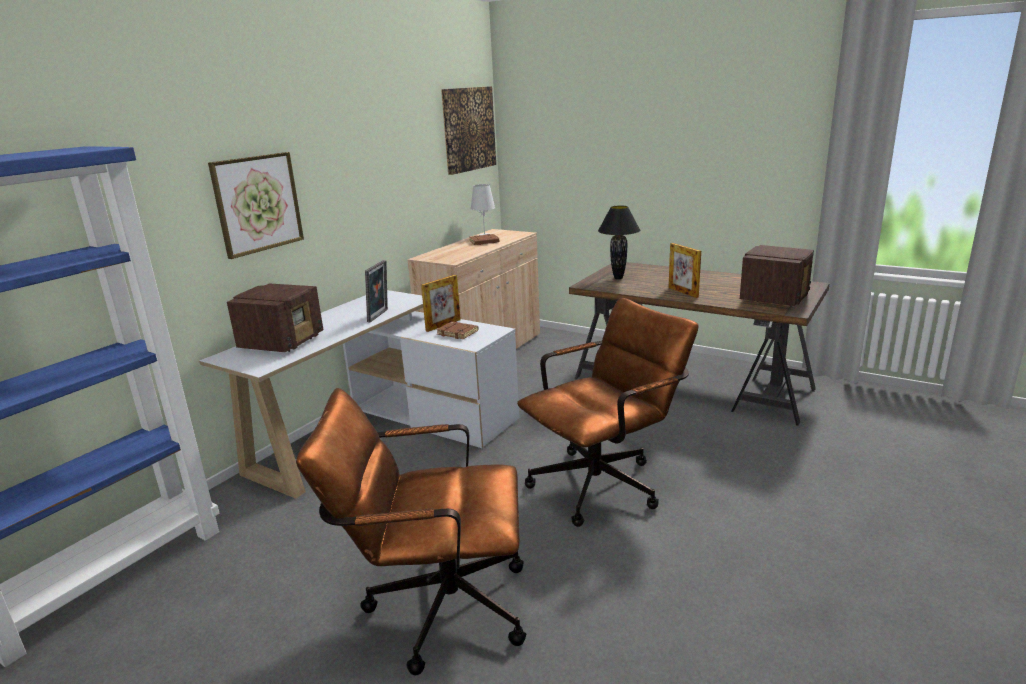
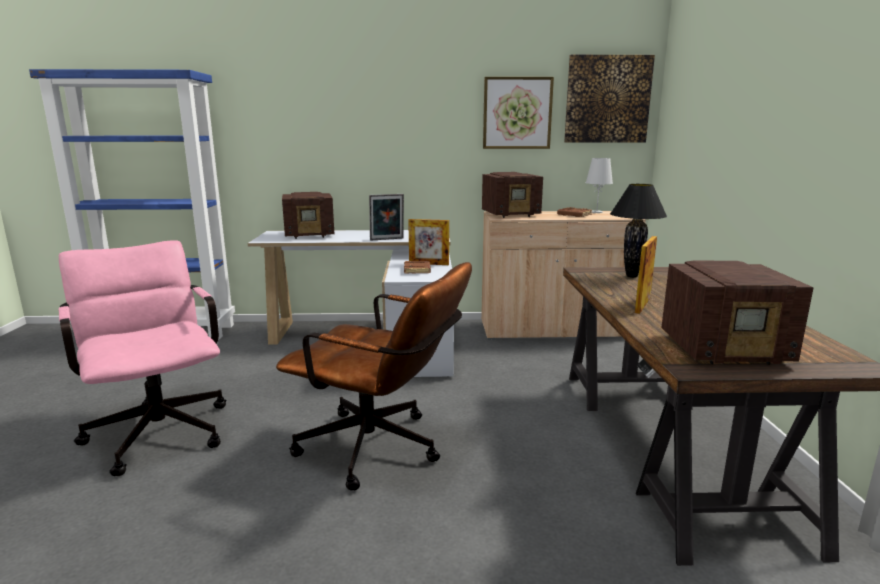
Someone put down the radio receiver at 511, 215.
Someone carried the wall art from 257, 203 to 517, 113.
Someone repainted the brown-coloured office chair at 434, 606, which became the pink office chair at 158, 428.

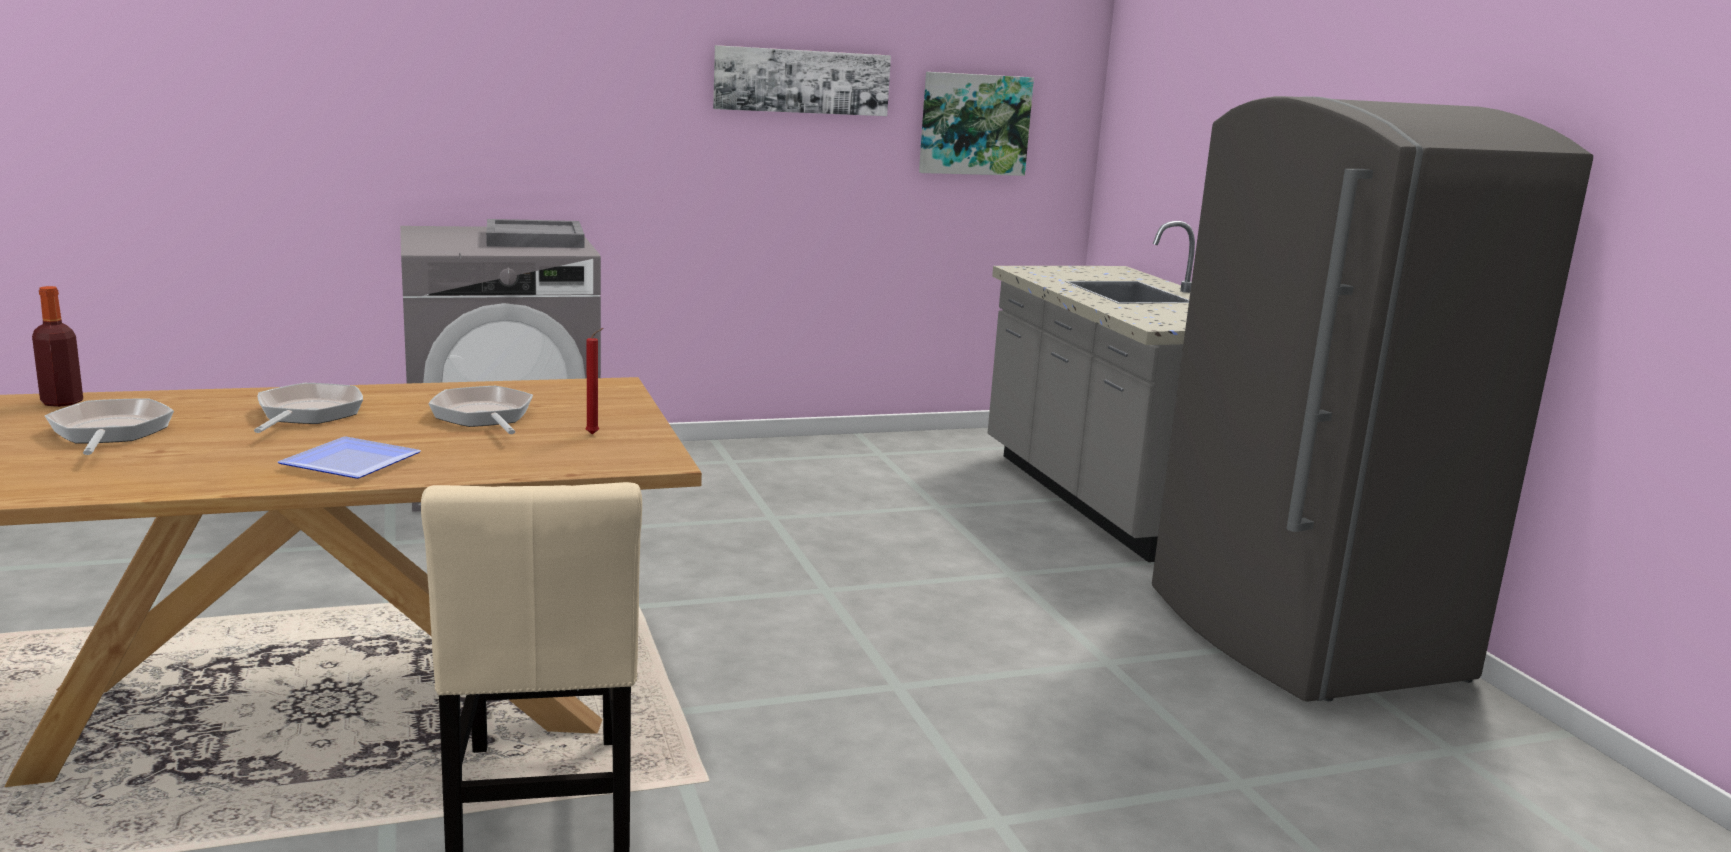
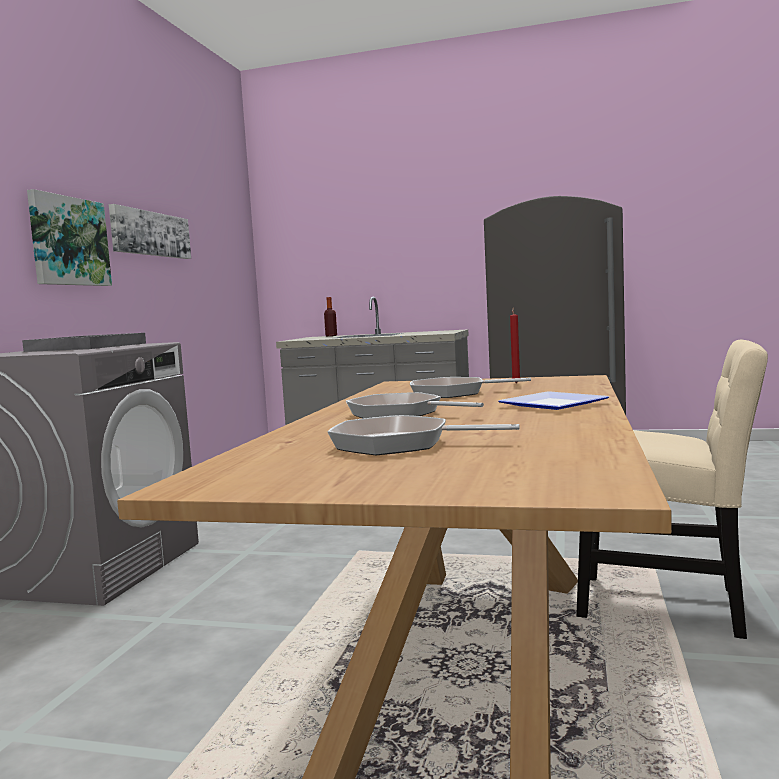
Someone carried the drink bottle from 62, 402 to 331, 336.
Someone carried the wall art from 974, 124 to 68, 241.

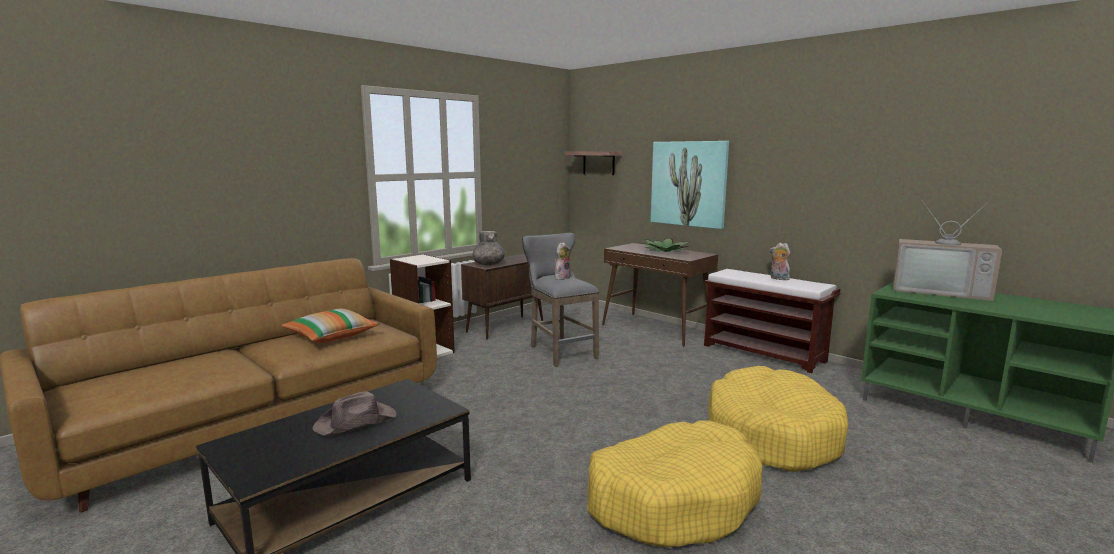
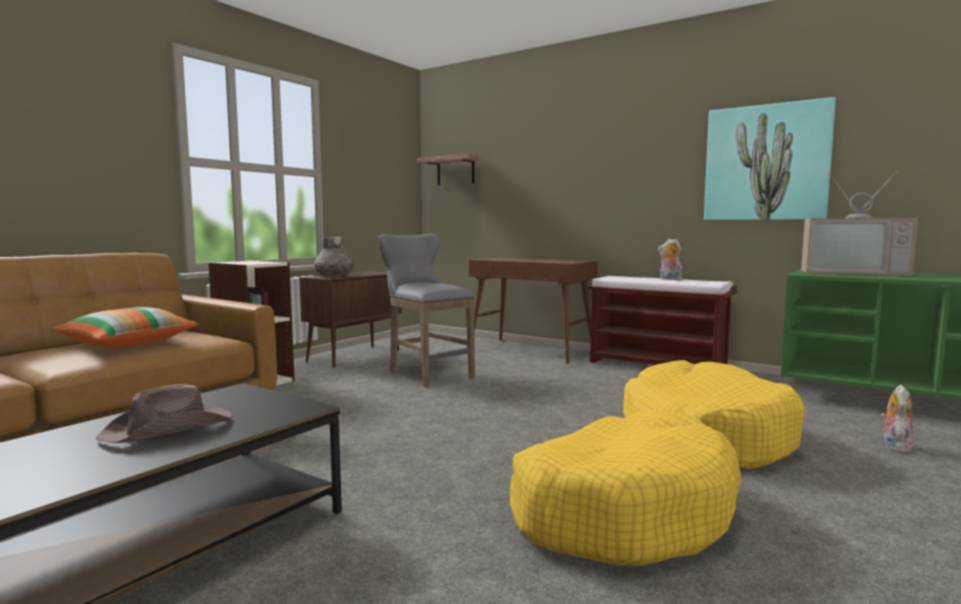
Someone took away the potted plant at 665, 251.
Someone carried the cuddly toy from 561, 278 to 894, 446.
Someone carried the wall art from 689, 183 to 766, 163.

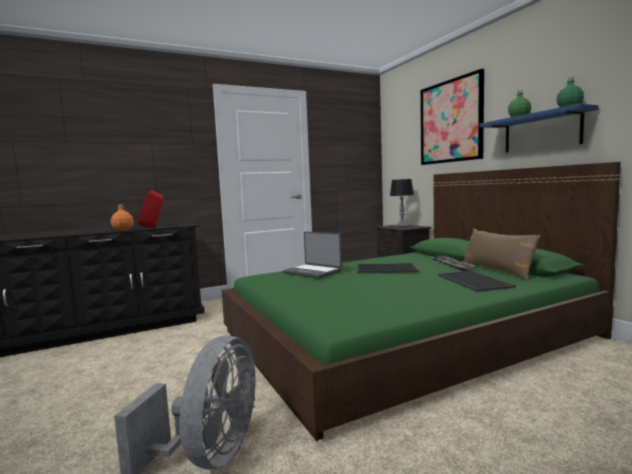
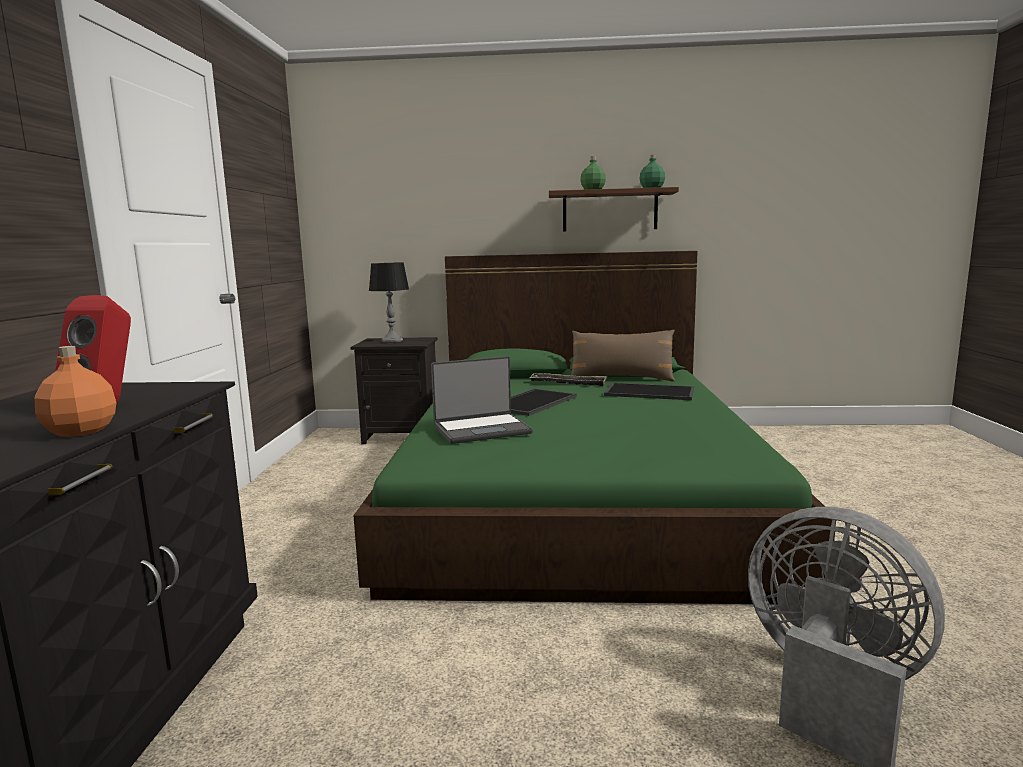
Someone took away the wall art at 450, 121.
Someone repainted the blue bracket shelf at 541, 132, which became the brown-coloured bracket shelf at 610, 211.

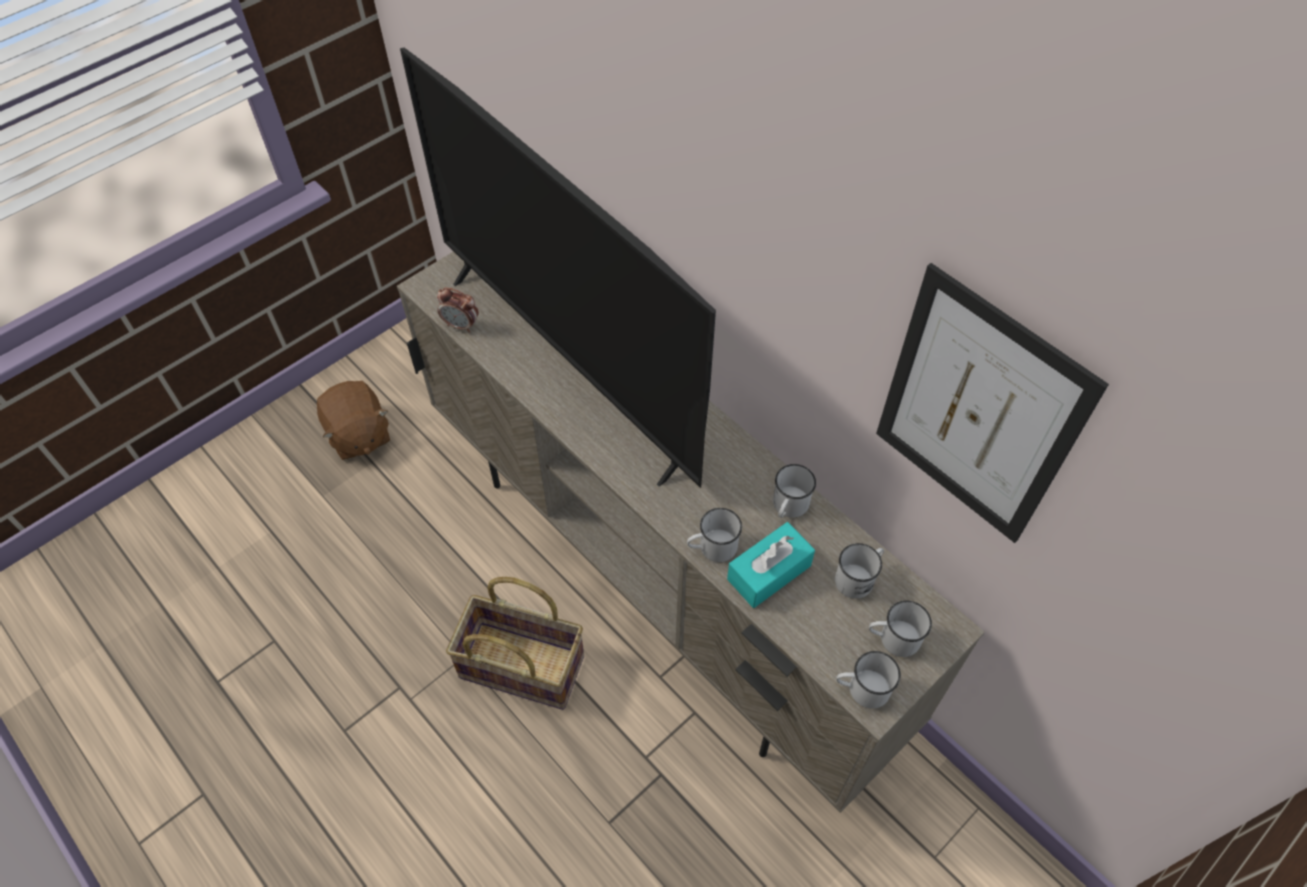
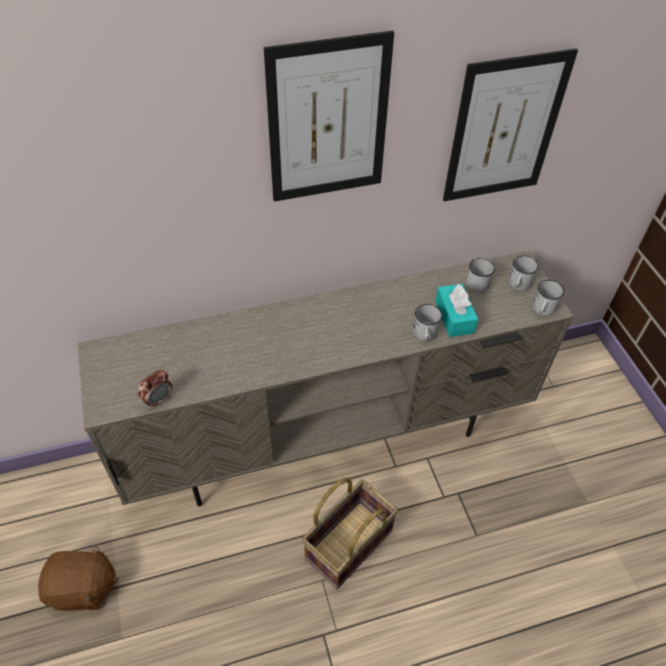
Someone took away the TV at 568, 366.
Someone took away the white tea mug at 788, 507.
Someone put up the wall art at 328, 121.

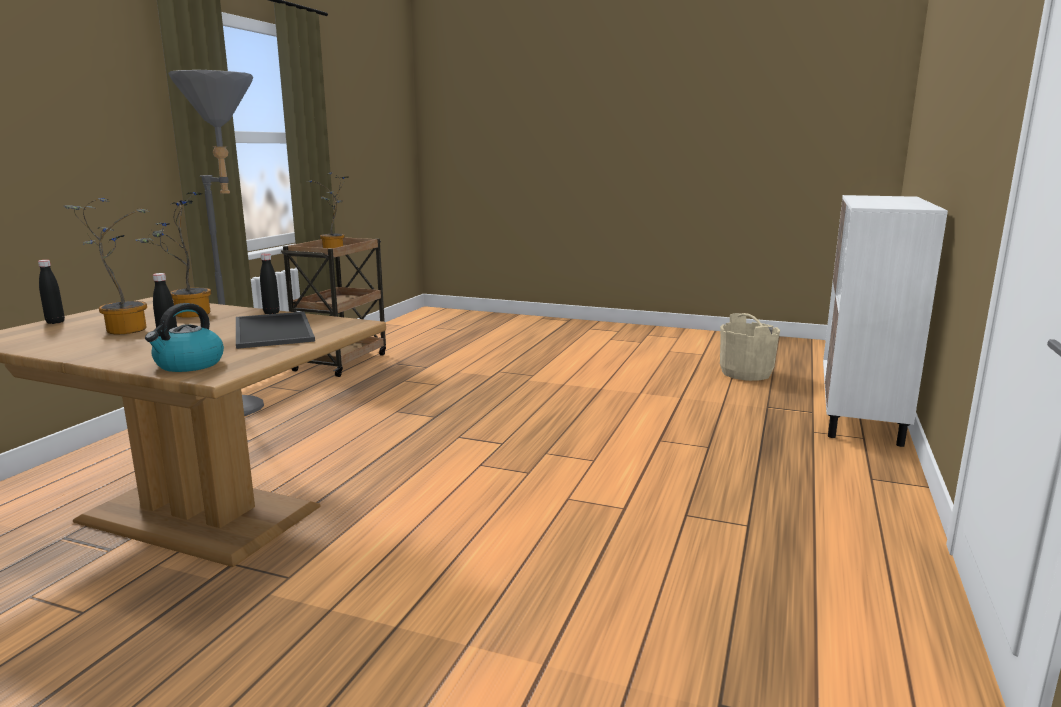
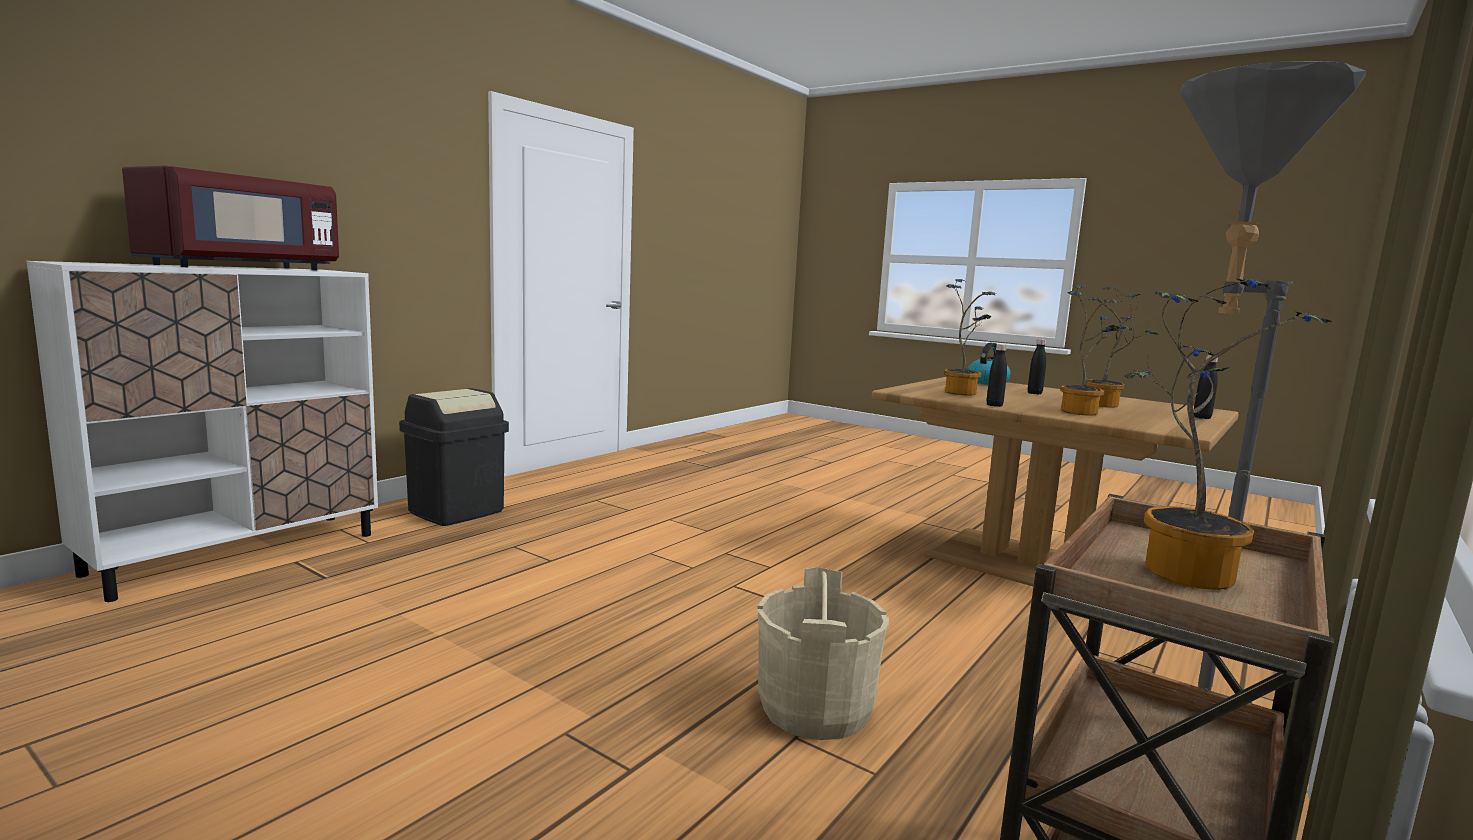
Someone put down the reddish microwave oven at 241, 268.
Someone put down the black trash can at 456, 511.
Someone carried the beige-coloured water bucket from 746, 373 to 814, 708.
Someone swapped the tray at 275, 330 for the potted plant at 962, 392.

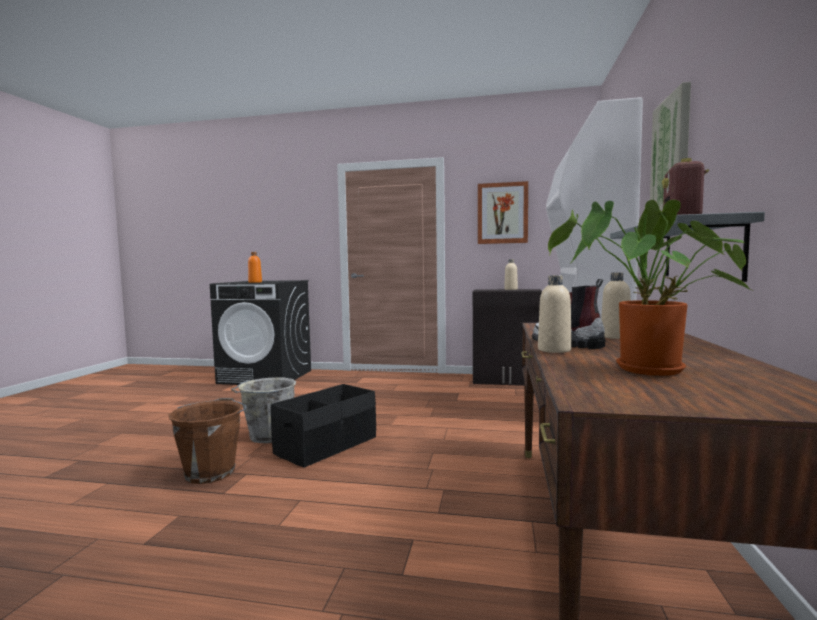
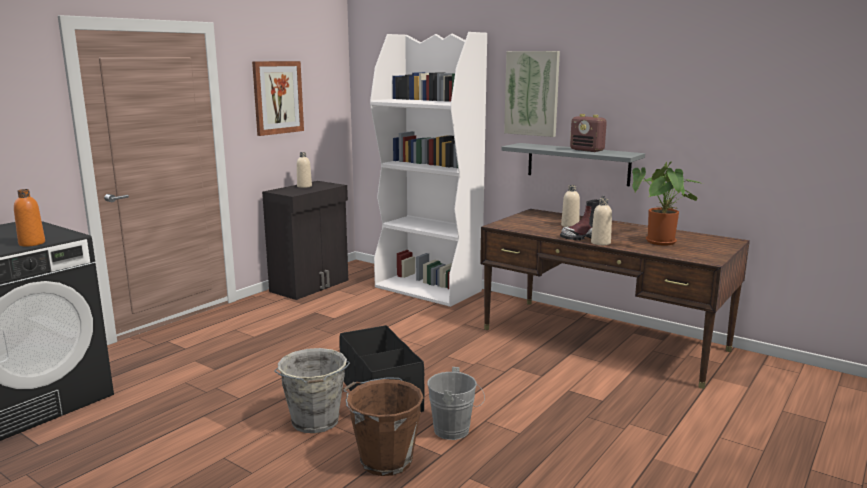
Someone put down the greyish water bucket at 455, 430.

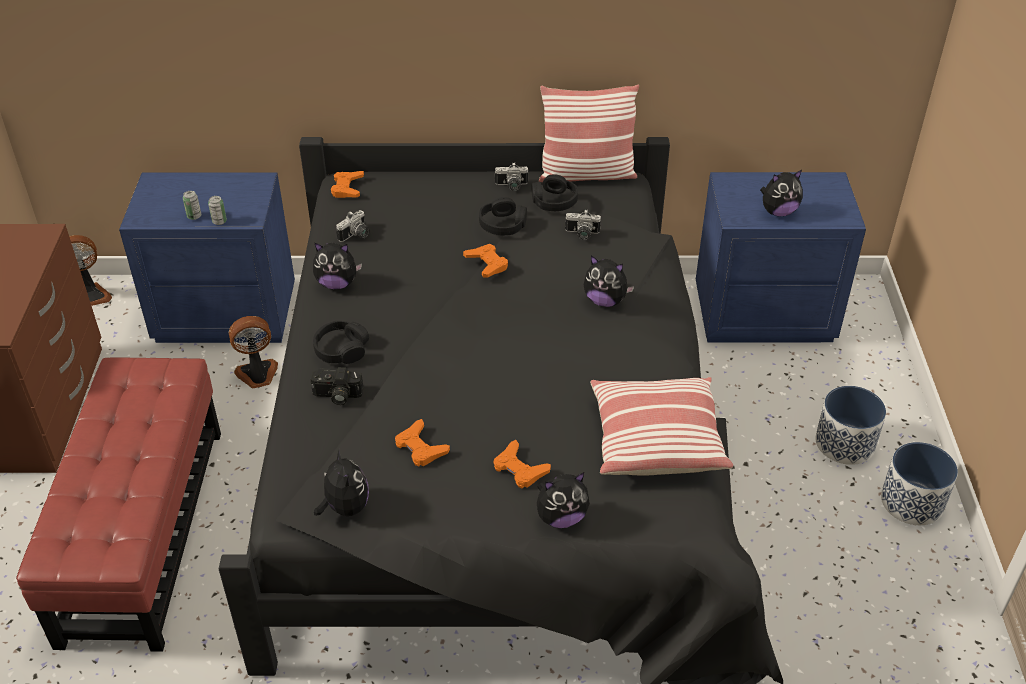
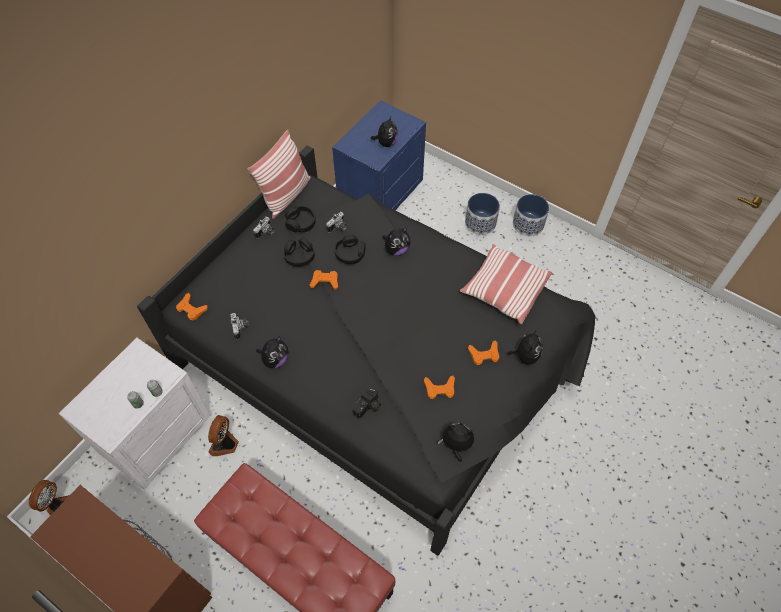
Someone carried the black pair of headphones from 341, 349 to 350, 253.
Someone repainted the blue nightstand at 226, 314, which became the white nightstand at 155, 435.

